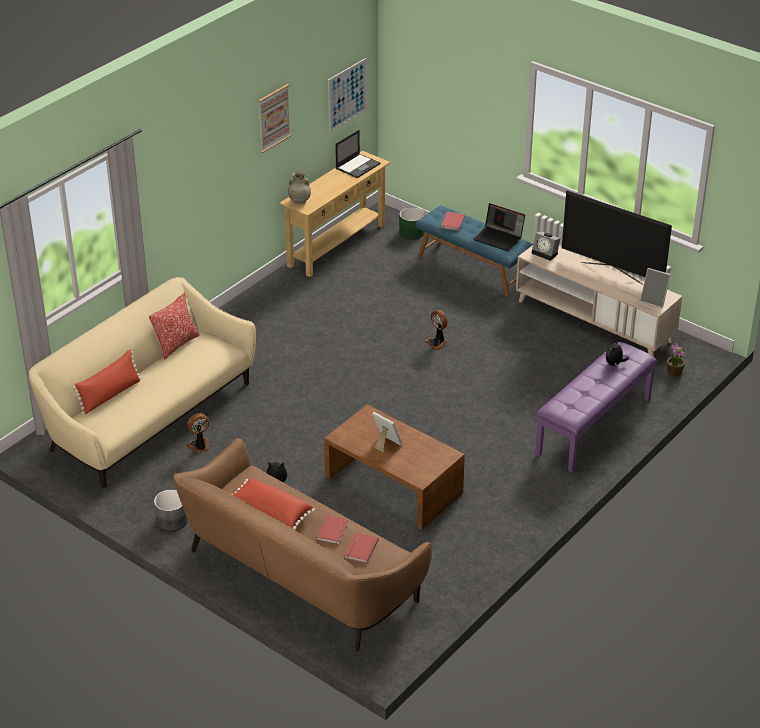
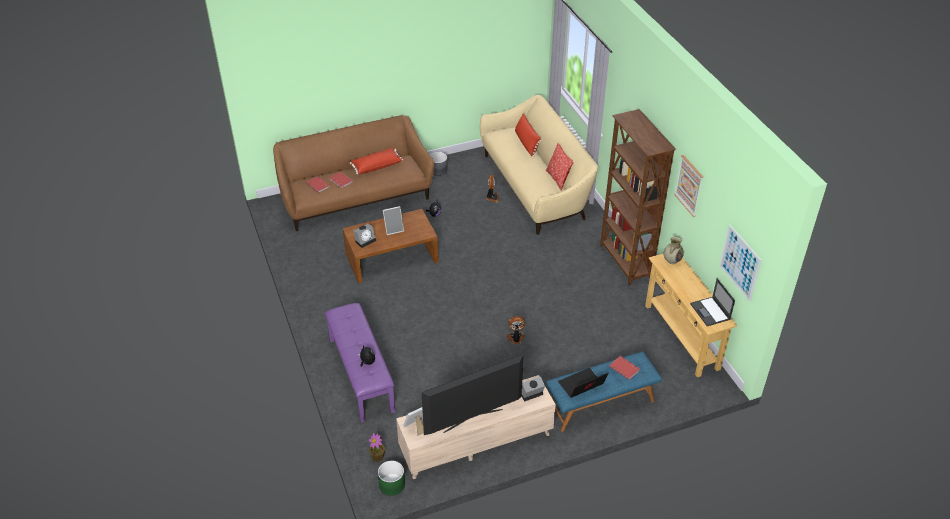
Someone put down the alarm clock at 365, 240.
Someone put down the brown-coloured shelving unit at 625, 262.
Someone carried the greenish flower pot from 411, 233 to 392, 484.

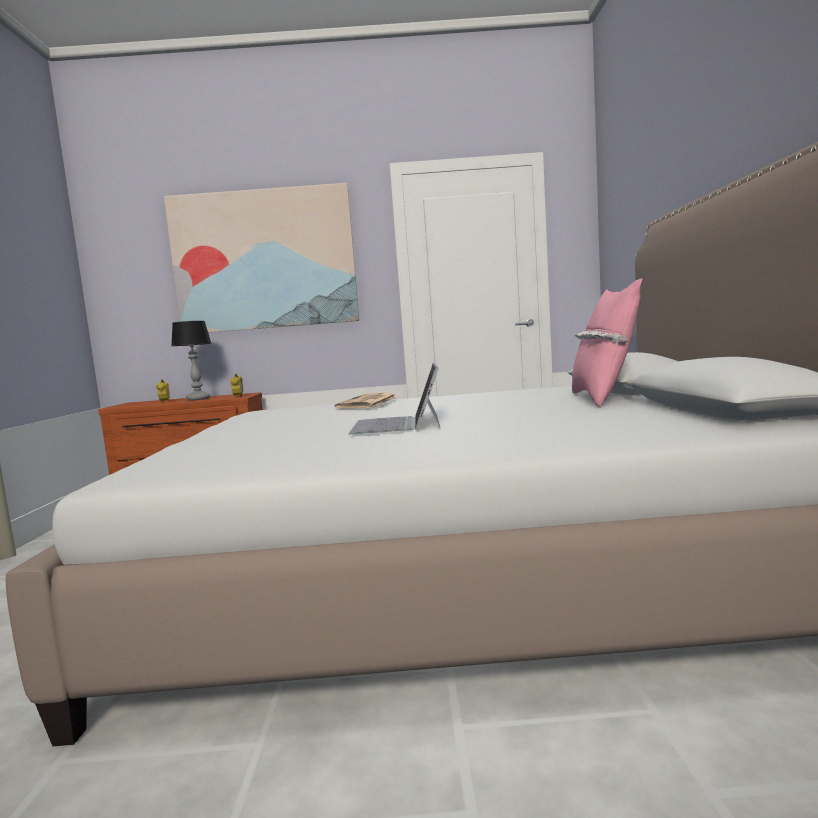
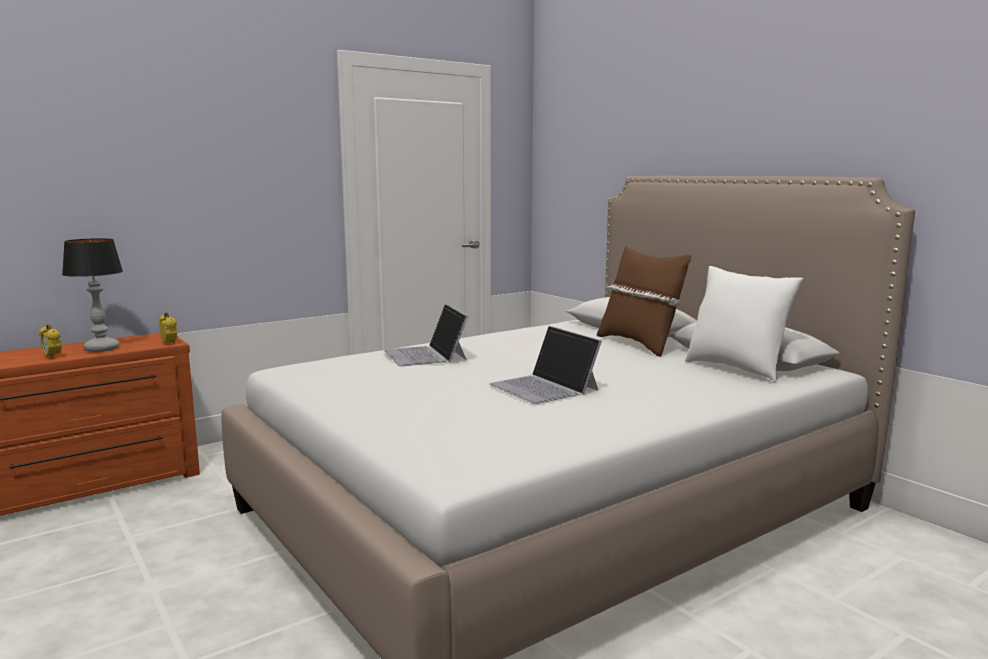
Someone took away the wall art at 264, 260.
Someone put down the white pillow at 736, 369.
Someone swapped the daily paper at 368, 402 for the portable computer at 426, 355.
Someone repainted the pink pillow at 604, 398, which became the brown-coloured pillow at 639, 344.

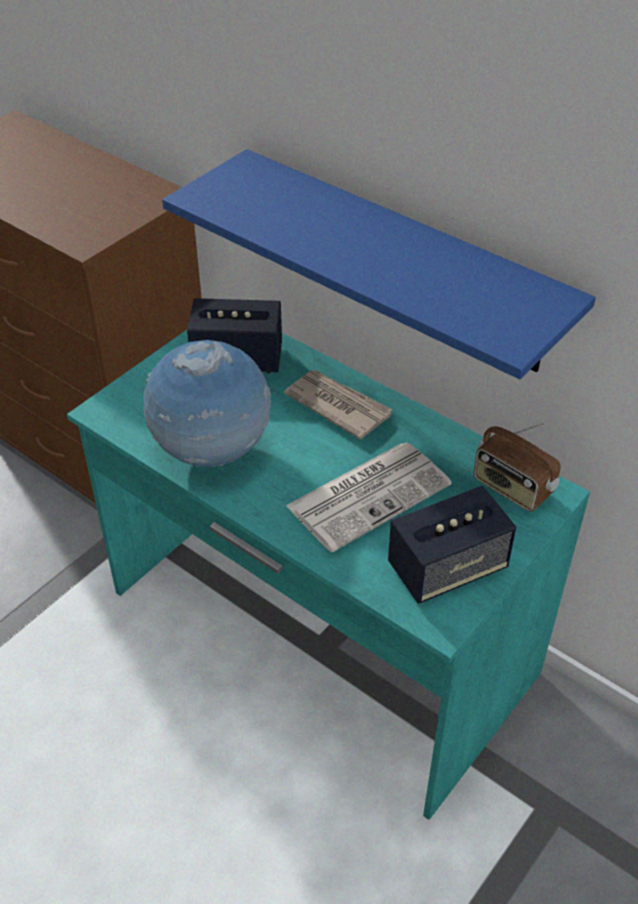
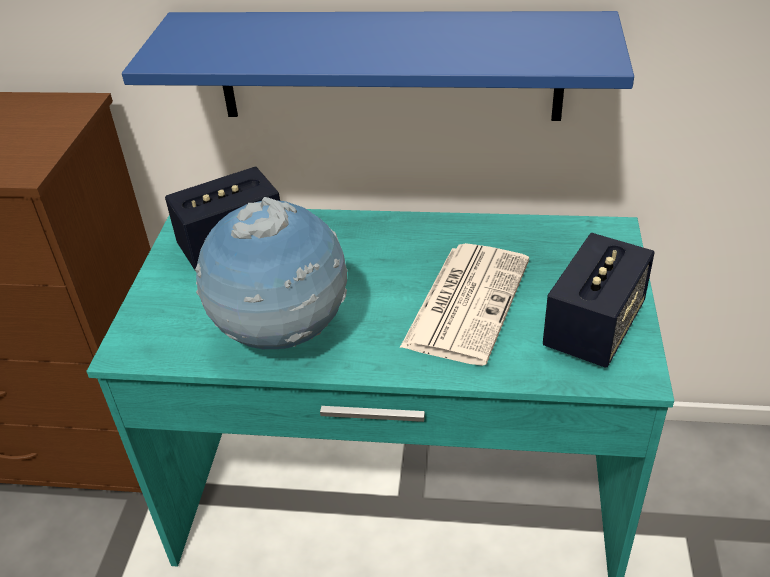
Someone took away the daily paper at 338, 405.
Someone took away the radio receiver at 512, 488.

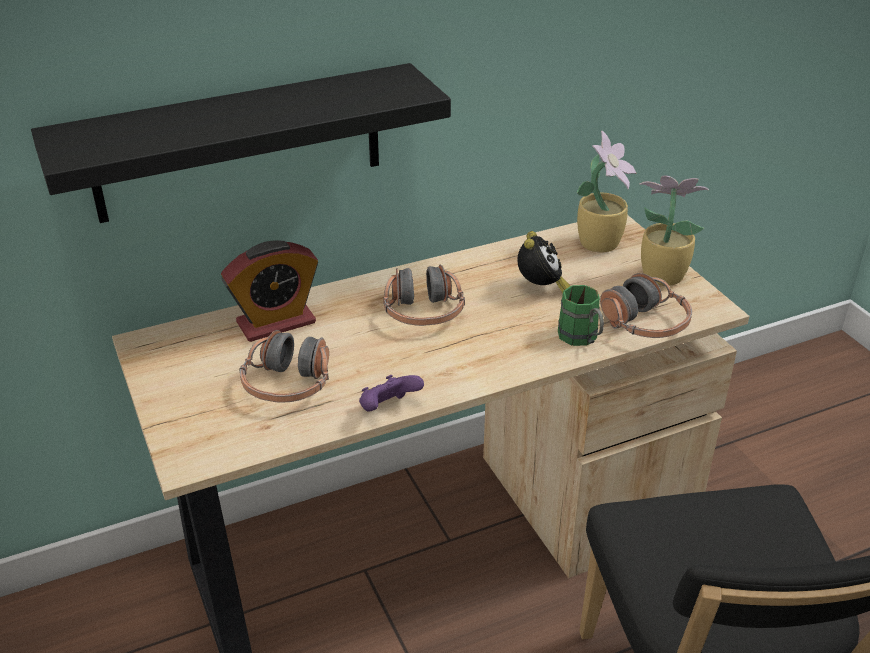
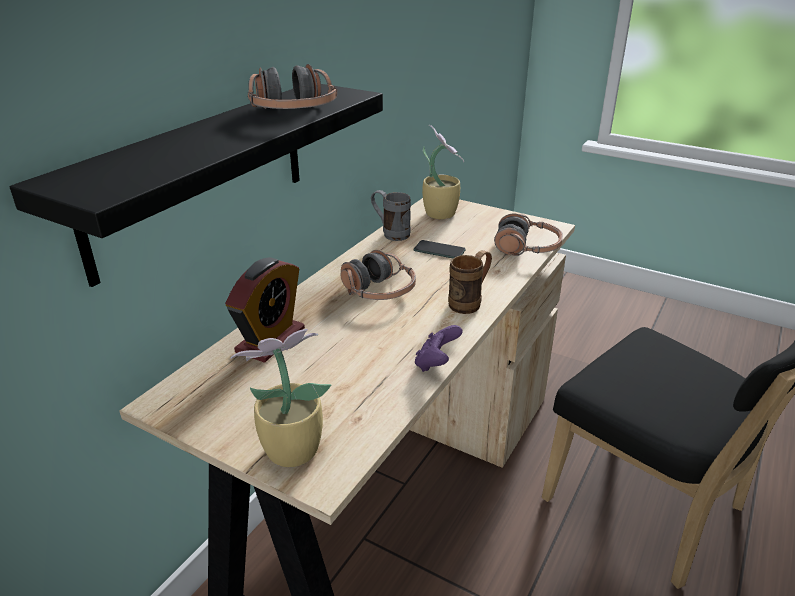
Someone took away the greenish tea mug at 582, 339.
Someone put down the greyish tea mug at 390, 233.
Someone put down the brown-coloured tea mug at 470, 302.
Someone carried the pair of headphones from 288, 384 to 293, 112.
Someone carried the potted plant from 660, 275 to 289, 450.
Someone swapped the alarm clock at 541, 289 for the phone at 439, 250.

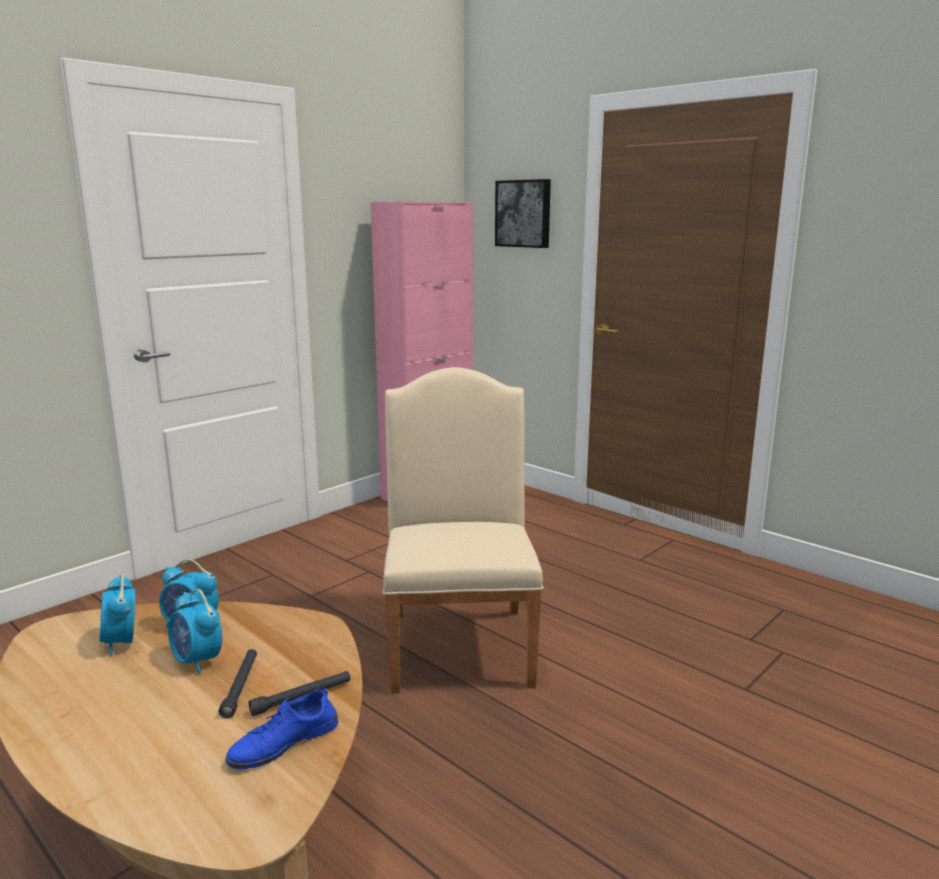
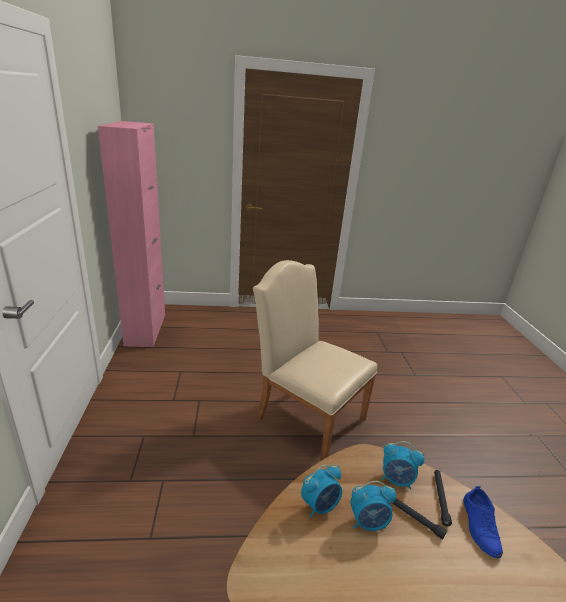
Someone took away the wall art at 524, 213.
Someone carried the alarm clock from 121, 643 to 396, 480.

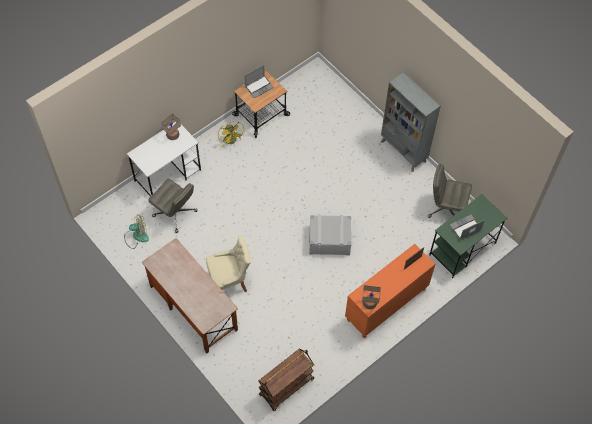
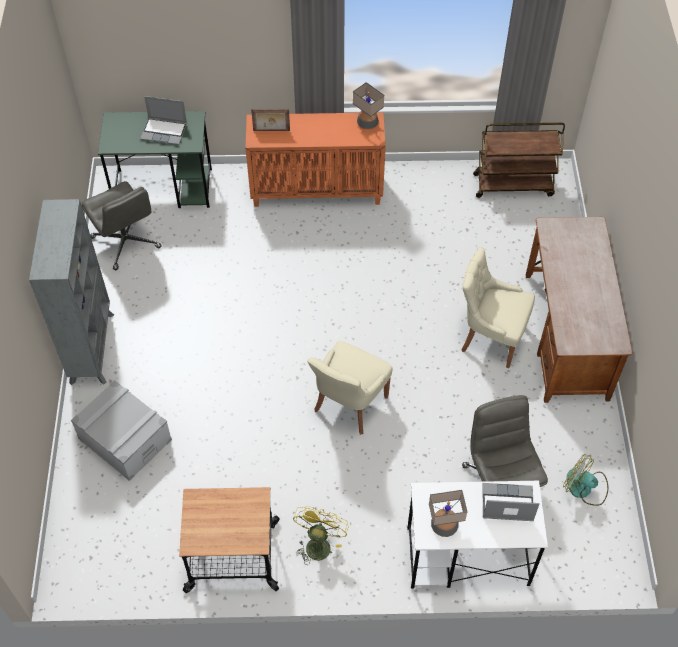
Someone put down the beige-coloured chair at 348, 405.
Someone carried the portable computer from 259, 86 to 506, 504.
Someone carried the greyish storage container from 329, 240 to 125, 439.

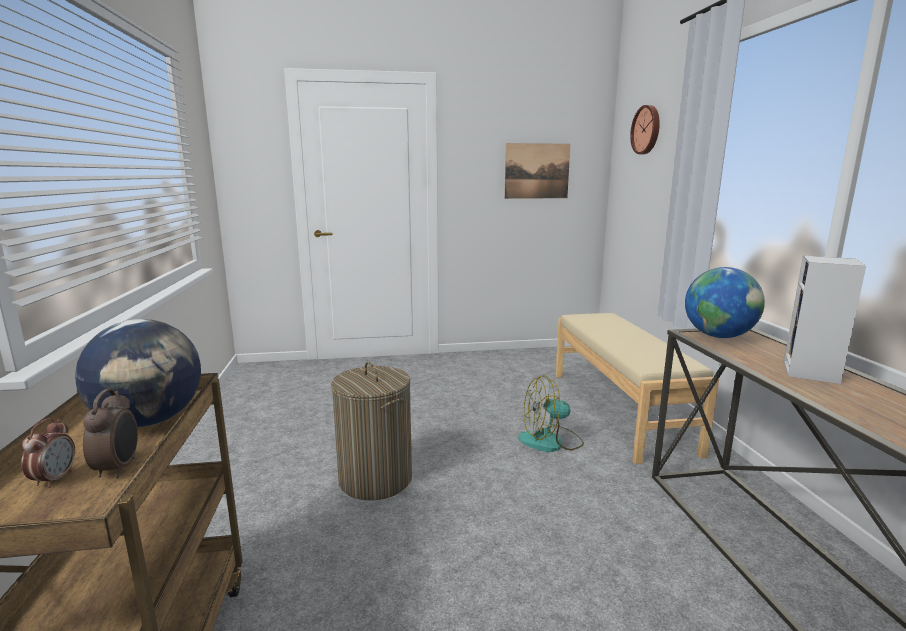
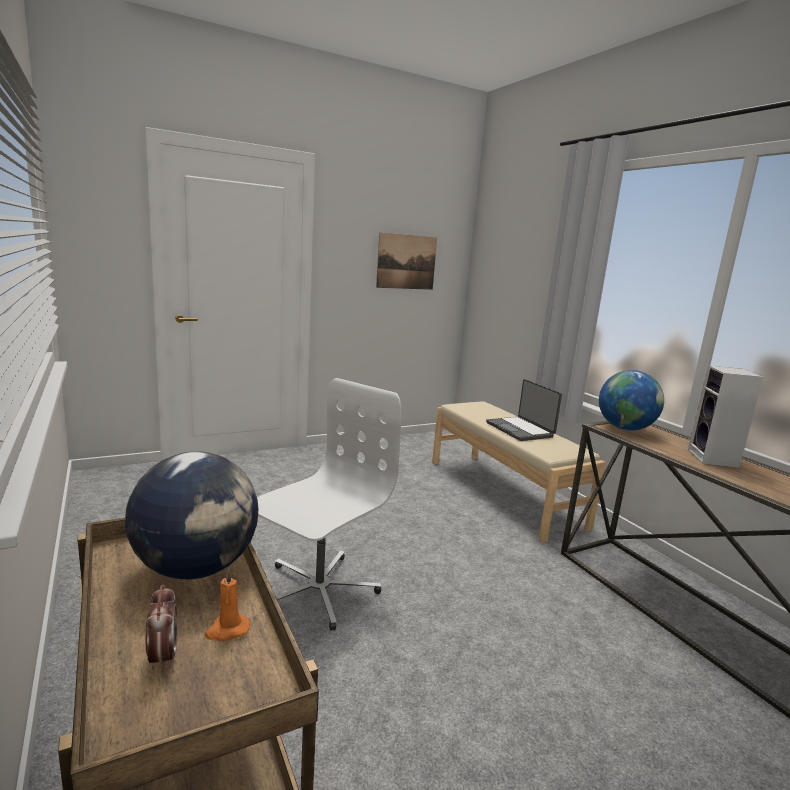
Someone took away the cooling fan at 551, 441.
Someone took away the wall clock at 647, 130.
Someone put down the portable computer at 520, 430.
Someone swapped the alarm clock at 119, 468 for the orangey candle at 227, 630.
Someone swapped the laundry basket at 375, 479 for the white office chair at 318, 590.

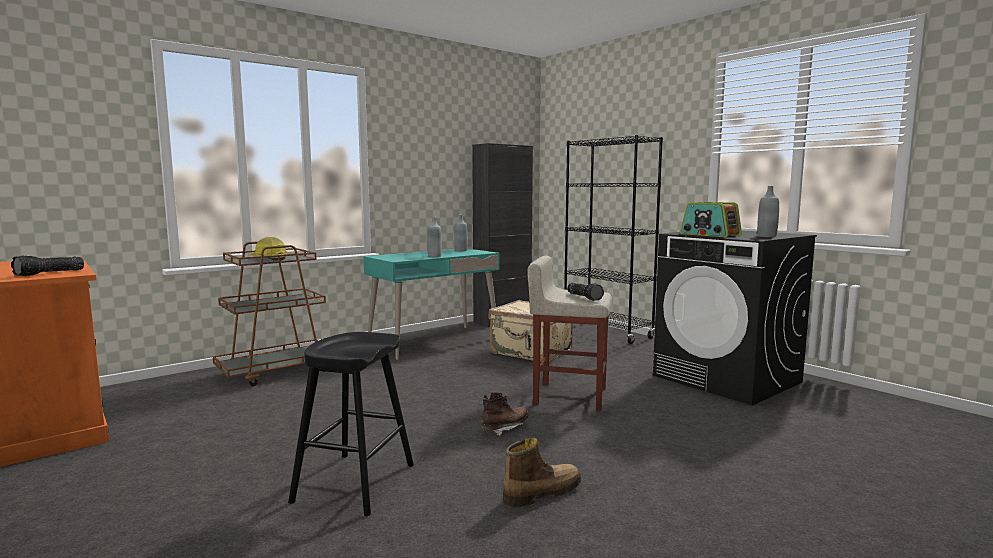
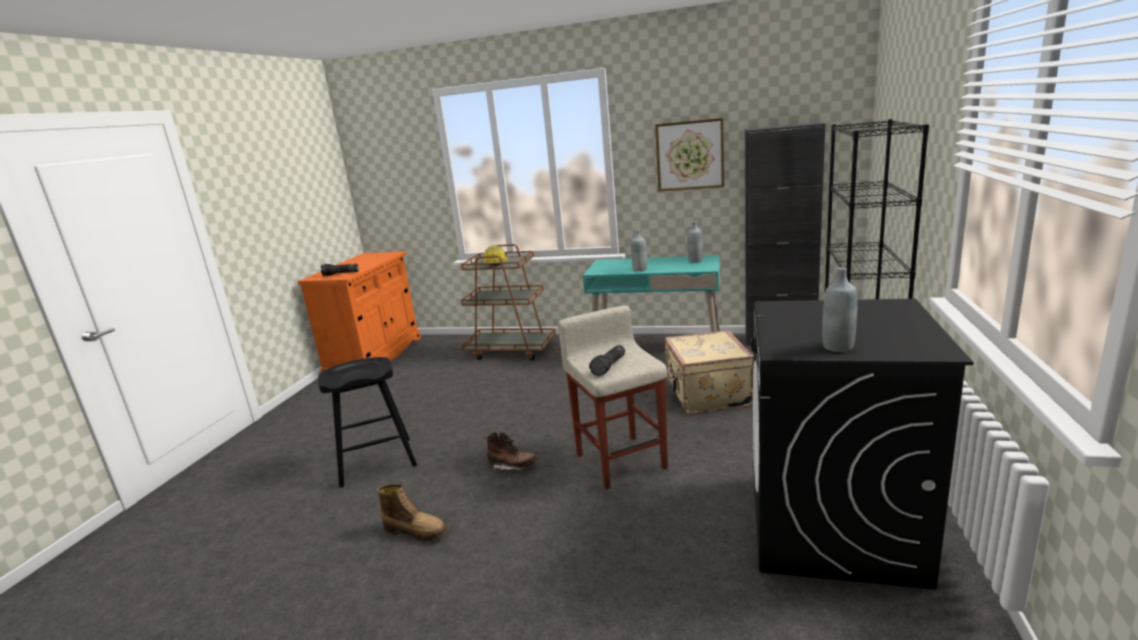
Someone took away the radio receiver at 709, 235.
Someone put up the wall art at 690, 155.

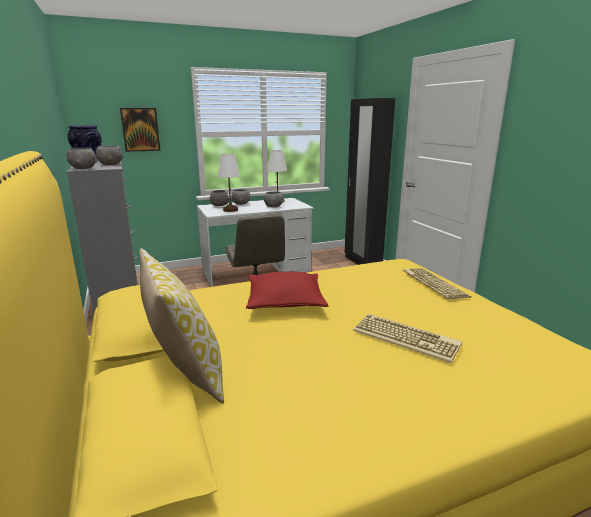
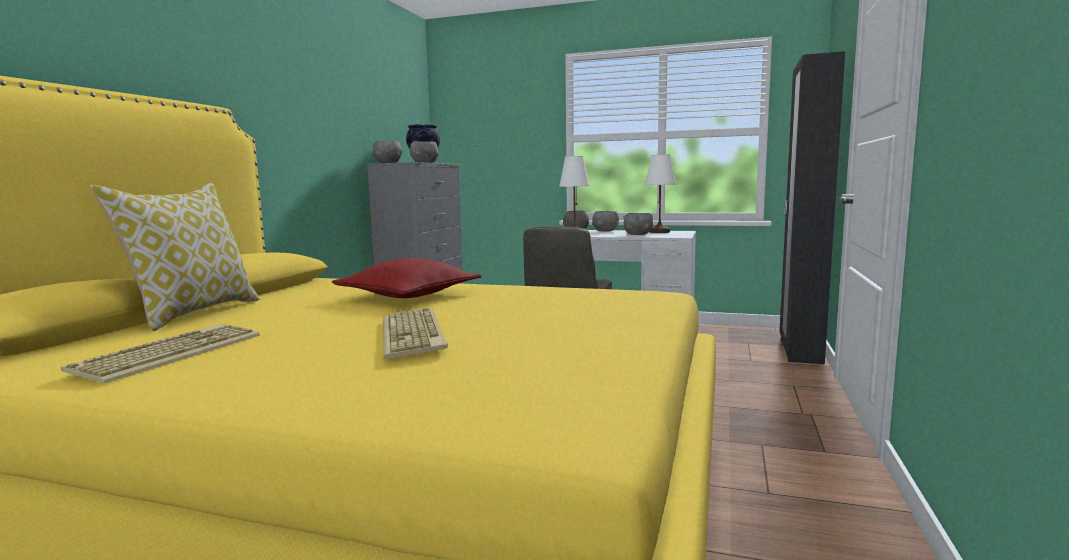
Someone took away the wall art at 140, 129.
Someone carried the PC keyboard from 432, 284 to 170, 353.

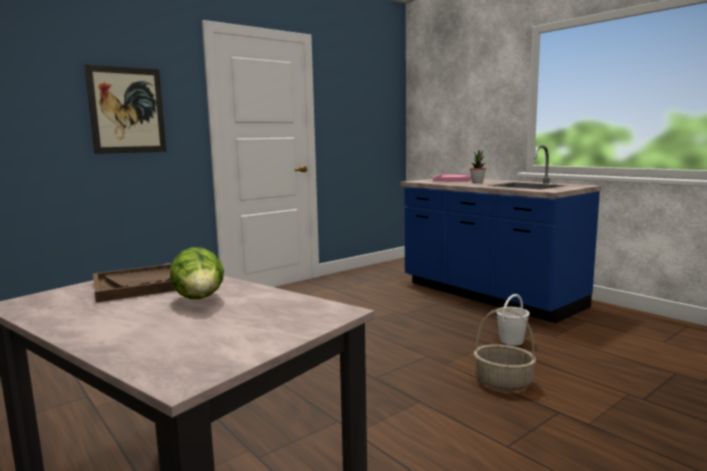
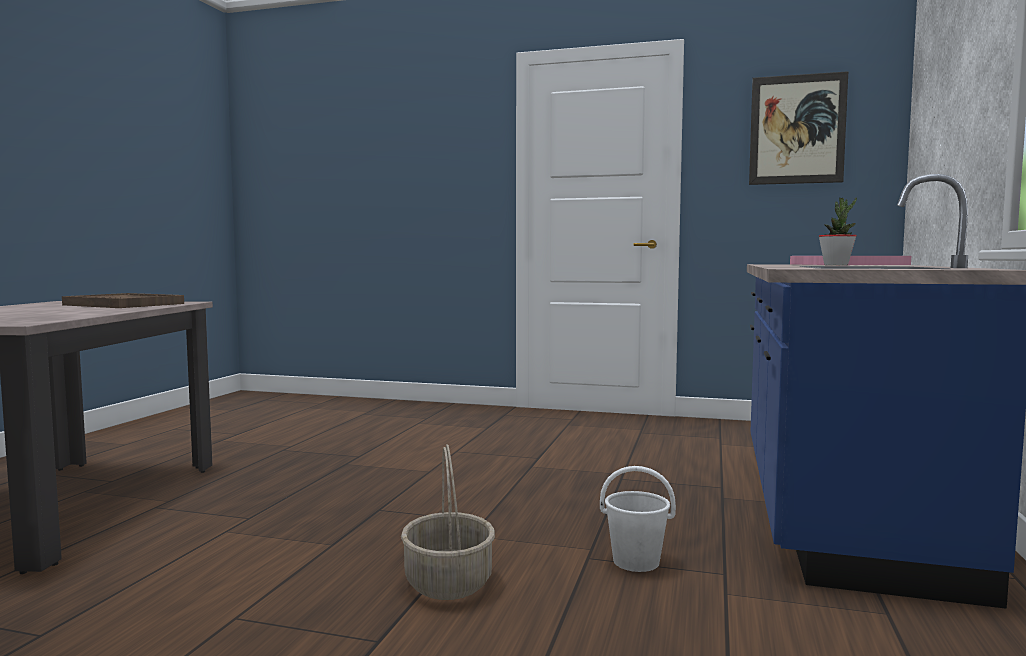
Someone took away the lettuce head at 200, 300.
Someone carried the wall art from 127, 110 to 797, 129.

